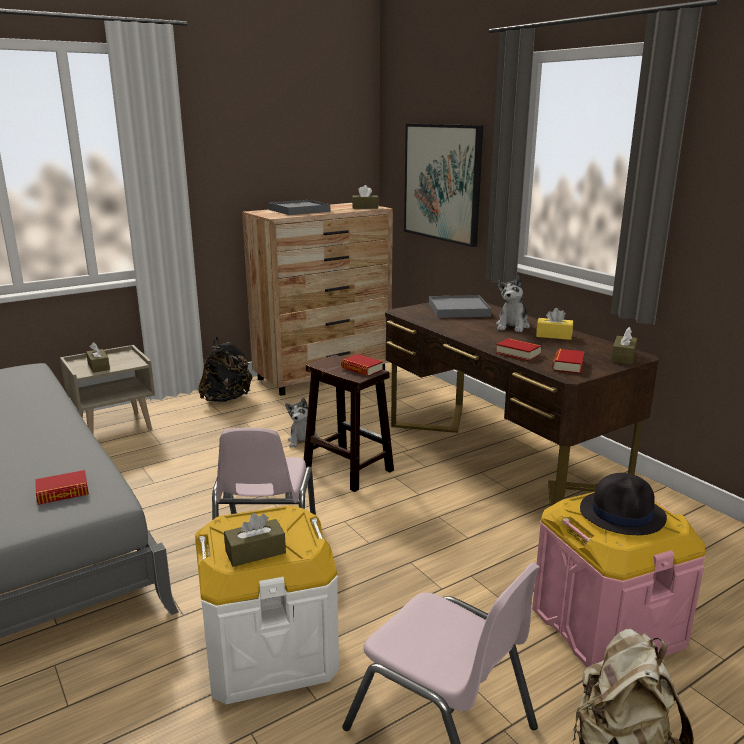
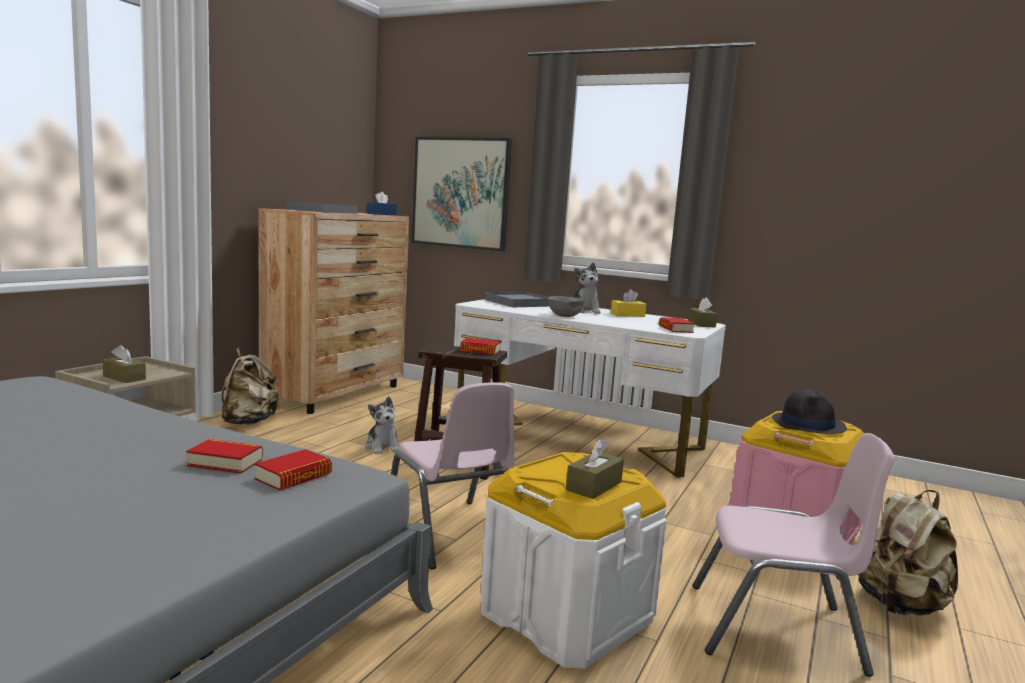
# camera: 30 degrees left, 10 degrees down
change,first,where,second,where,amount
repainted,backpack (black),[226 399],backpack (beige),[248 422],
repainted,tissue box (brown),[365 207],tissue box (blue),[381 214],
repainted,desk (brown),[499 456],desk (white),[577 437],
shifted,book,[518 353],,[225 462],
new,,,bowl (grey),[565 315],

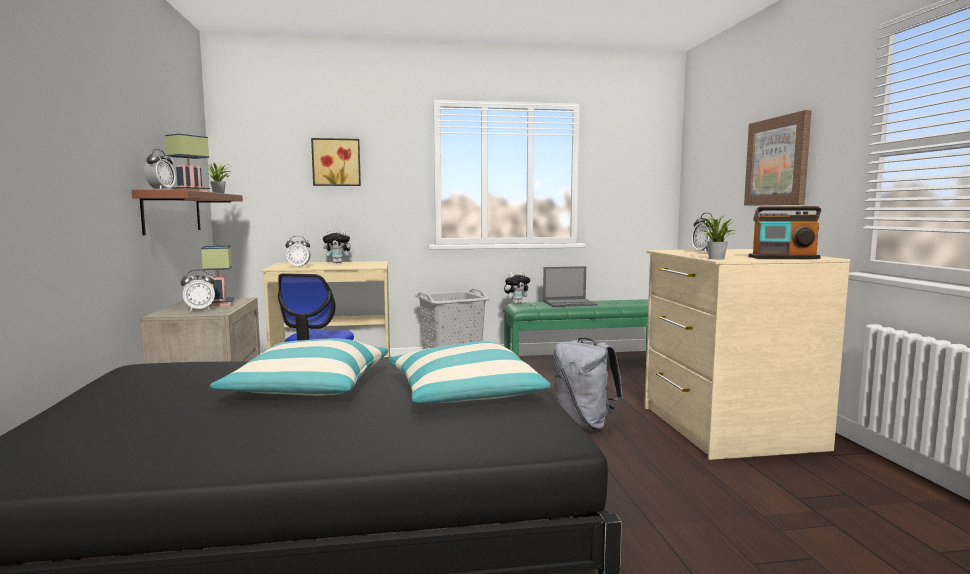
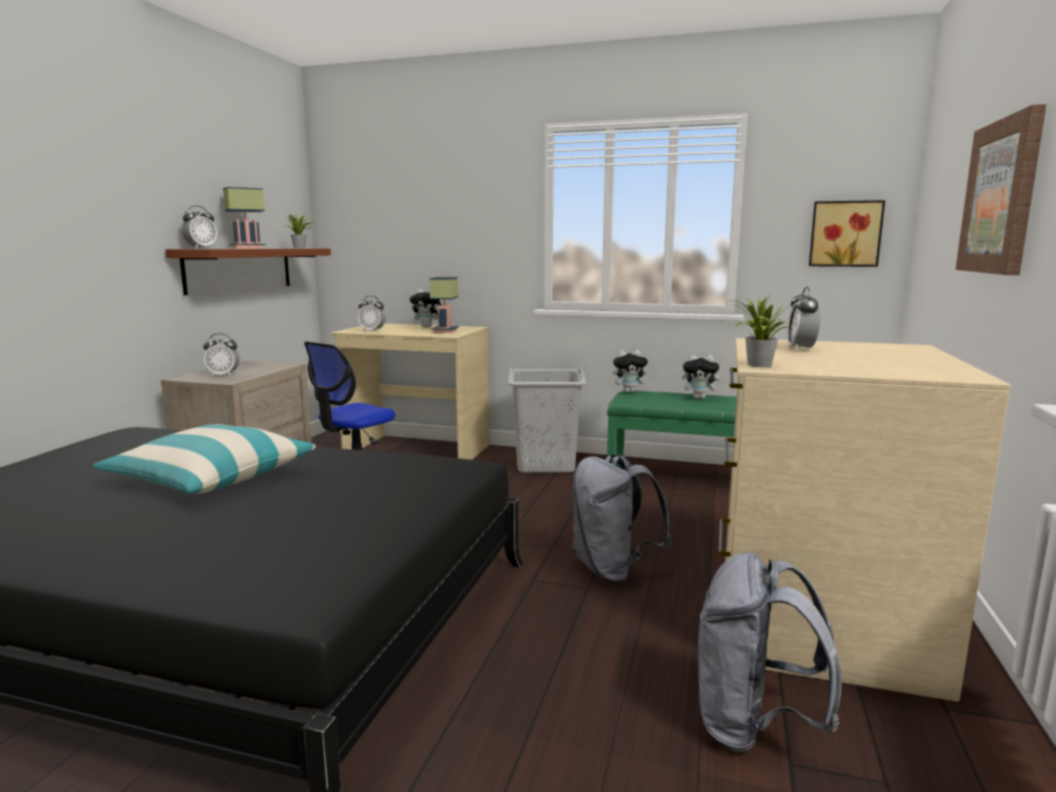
# camera: 25 degrees right, 5 degrees up
change,first,where,second,where,amount
shifted,table lamp,[221 304],,[446 331],
shifted,picture,[336 162],,[845 234],
gone,pillow,[465 393],,,
swapped,laptop,[570 303],plush toy,[700 398],
gone,radio,[783 257],,,
new,,,backpack (grey),[753 727],

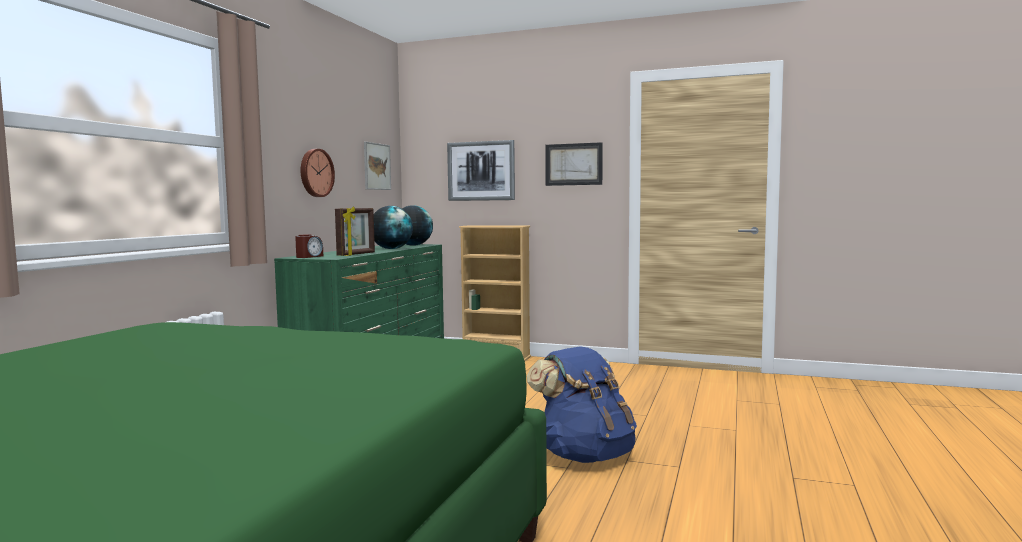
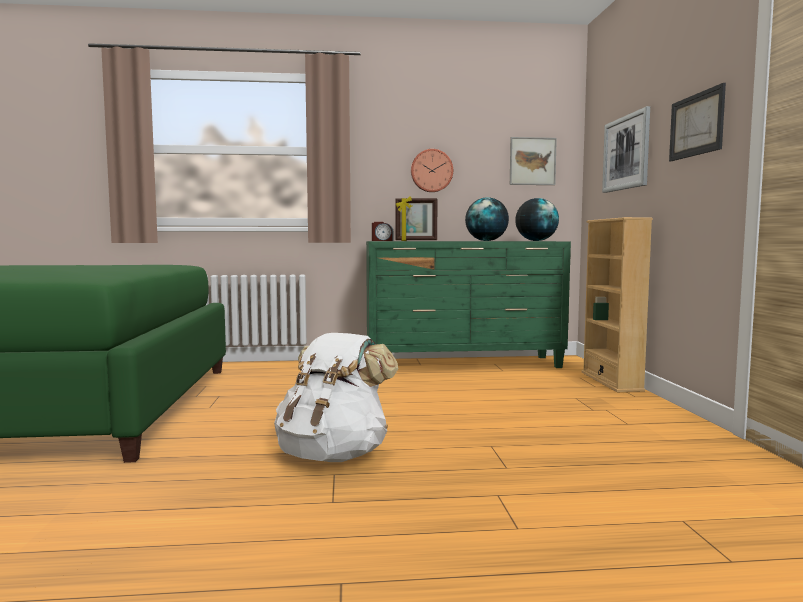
# camera: 65 degrees right, 0 degrees up
change,first,where,second,where,amount
repainted,backpack (blue),[585 455],backpack (white),[334 455],

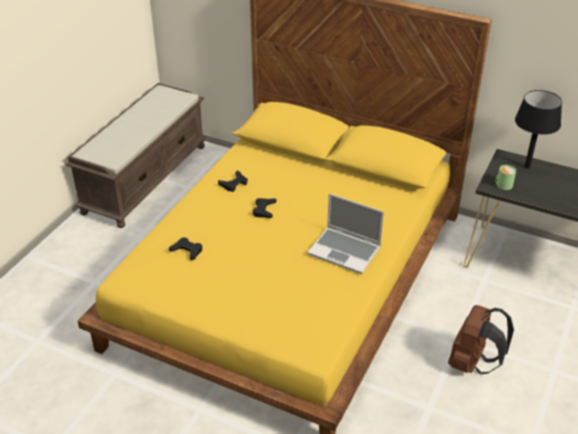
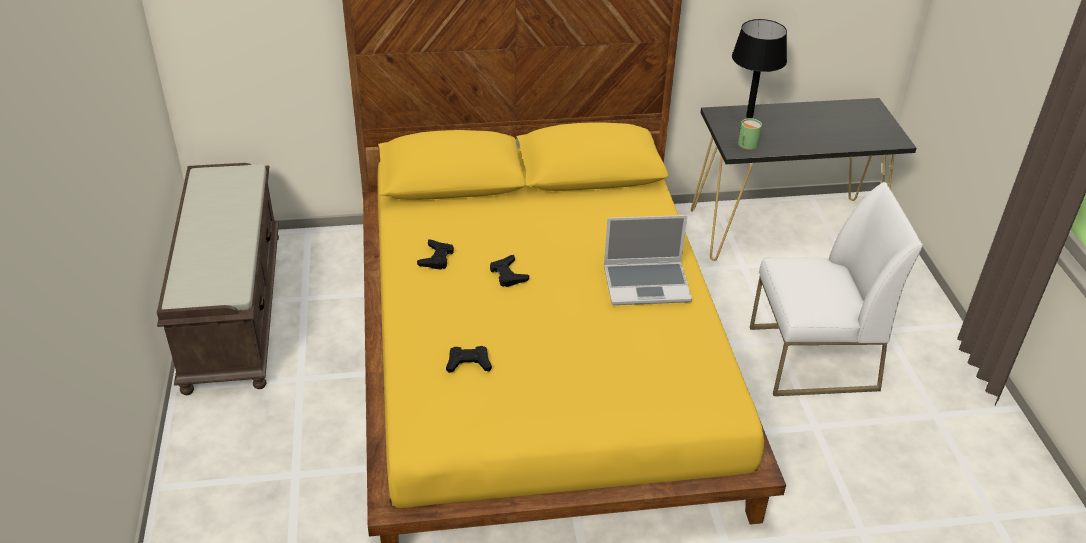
# camera: 35 degrees left, 0 degrees up
change,first,where,second,where,amount
swapped,backpack (brown),[473 363],chair (white),[812 359],

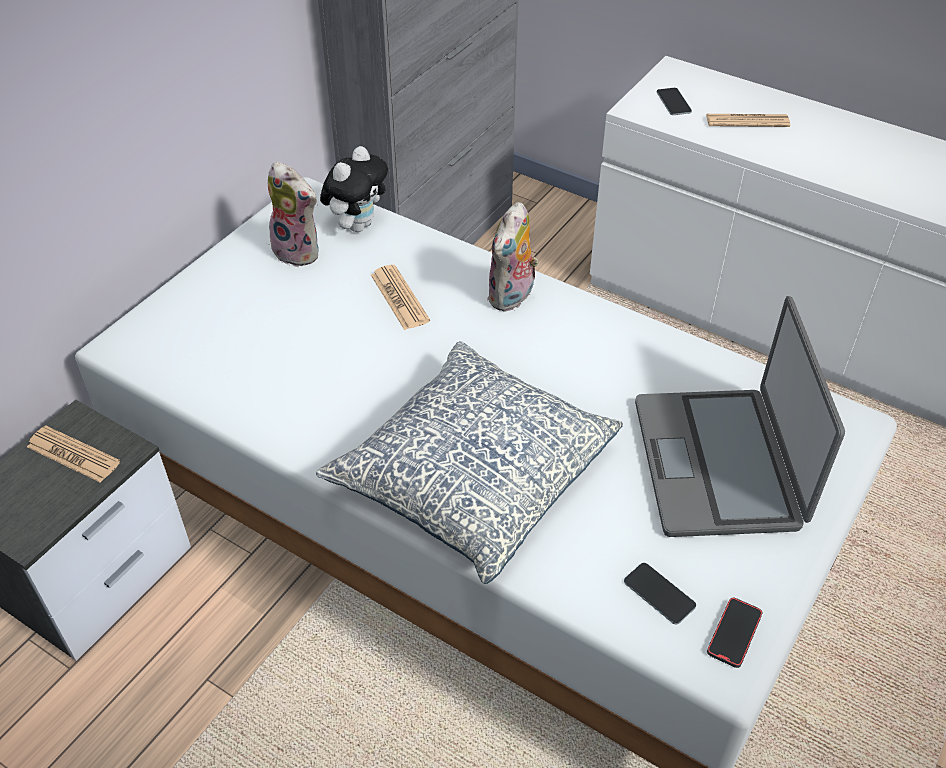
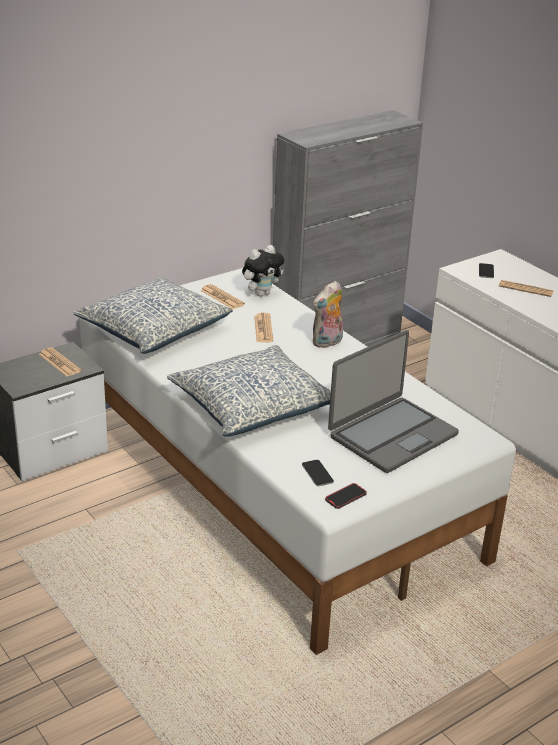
# camera: 20 degrees right, 15 degrees down
change,first,where,second,where,amount
swapped,plush toy,[300 251],newspaper,[222 297],
rotated,laptop,[719 463],,[392 435],150 degrees counterclockwise
new,,,pillow,[154 329],

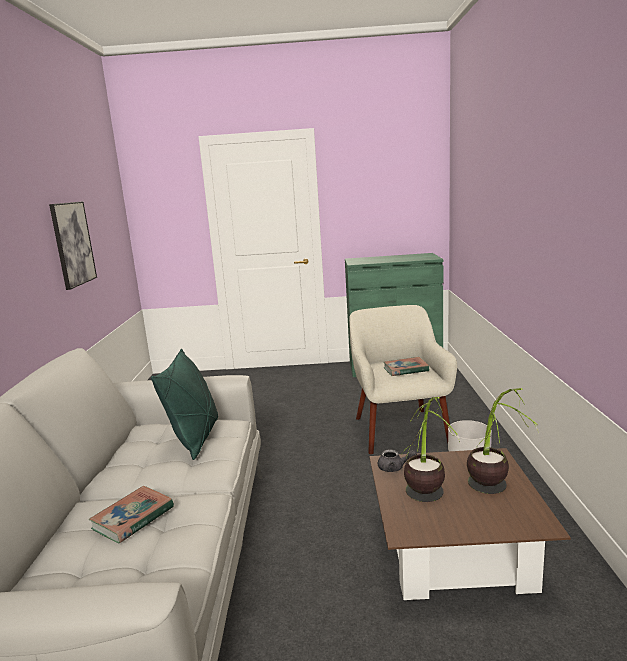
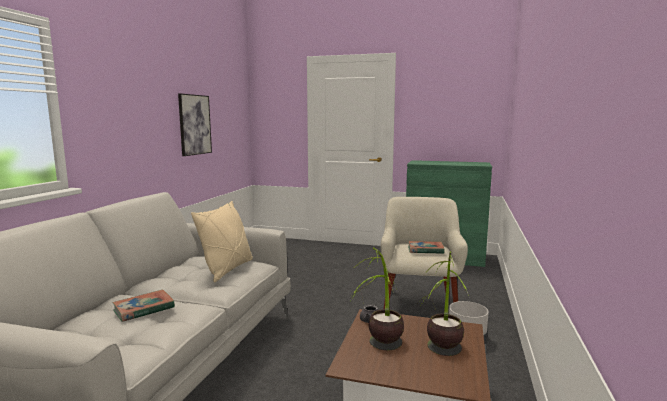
# camera: 15 degrees right, 5 degrees down
change,first,where,second,where,amount
repainted,pillow (green),[195 438],pillow (beige),[227 269],

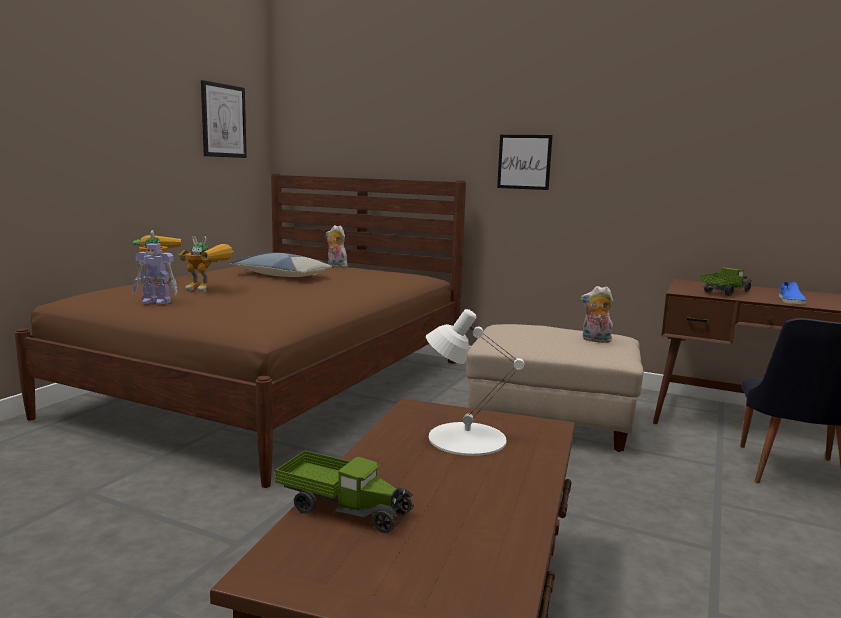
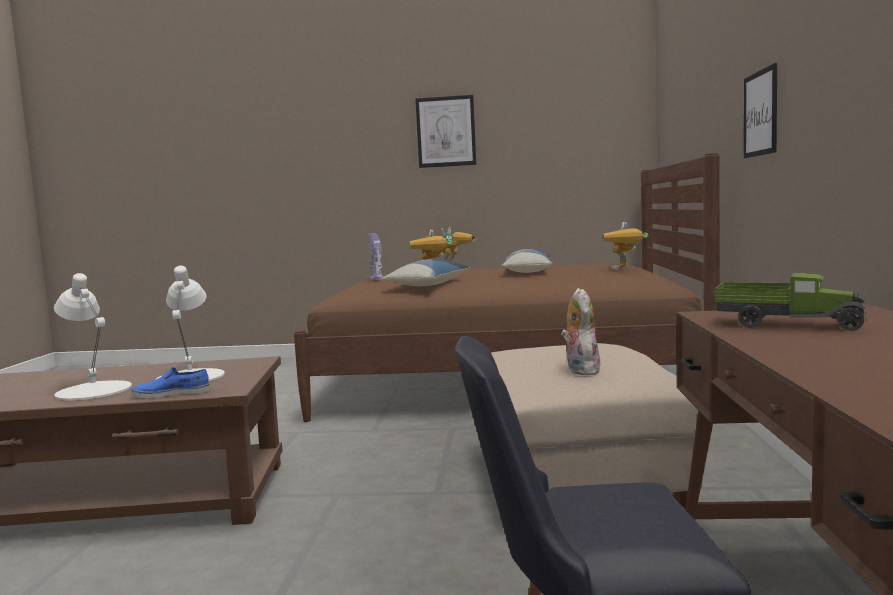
# camera: 70 degrees right, 5 degrees down
change,first,where,second,where,amount
shifted,picture,[223 121],,[446 131],
gone,toy truck,[344 508],,,
swapped,plush toy,[336 266],toy robot,[625 269],
shifted,shoe (blue),[790 301],,[172 393],
new,,,table lamp (white),[94 390],
new,,,pillow,[429 284],

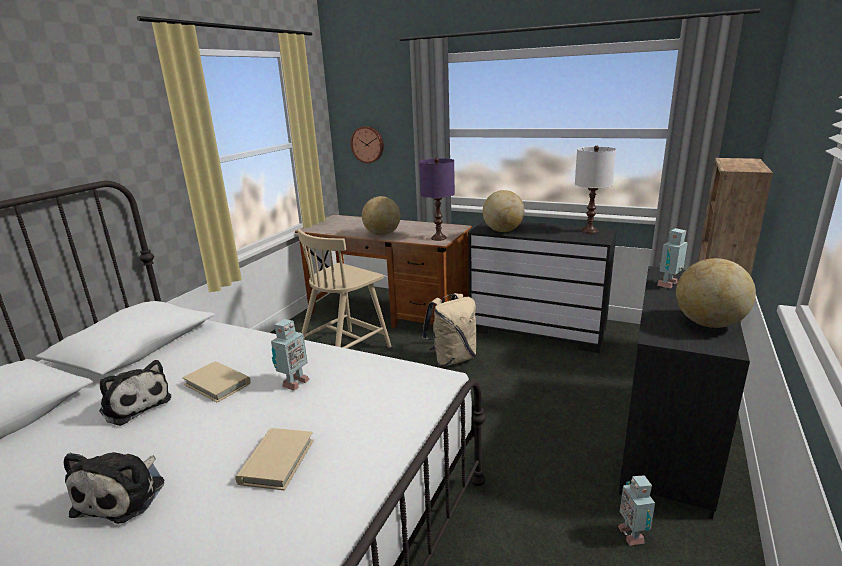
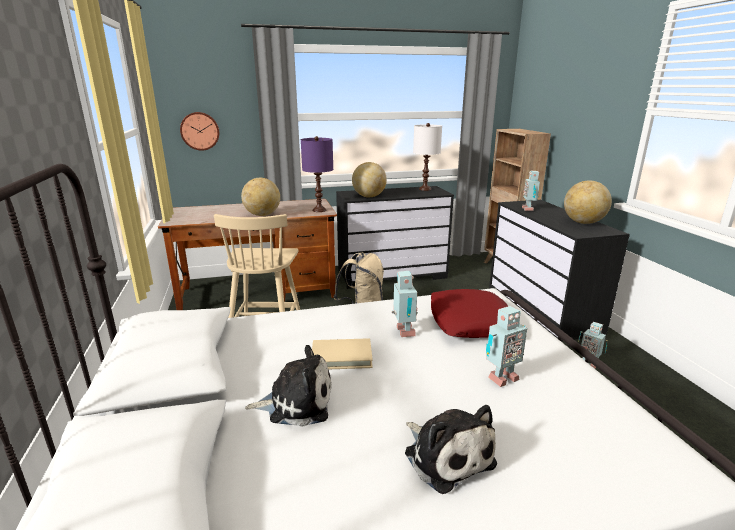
# camera: 40 degrees left, 0 degrees up
change,first,where,second,where,amount
swapped,book (beige),[277 461],toy robot,[501 378],
new,,,pillow (red),[469 321],

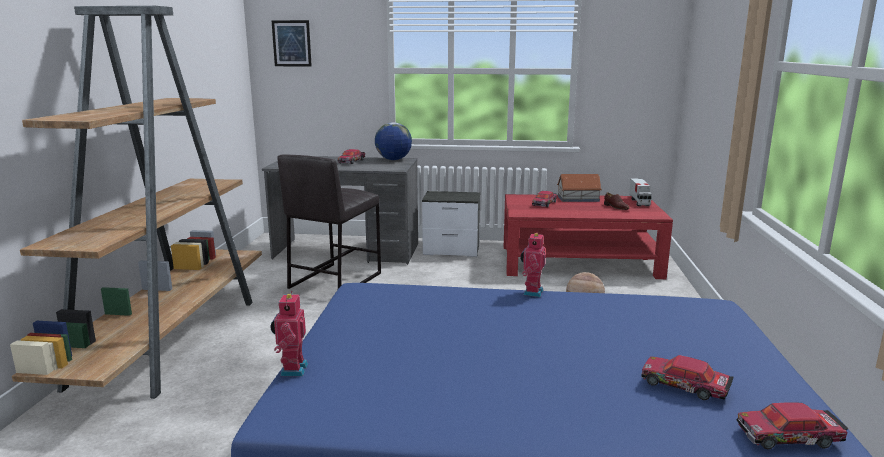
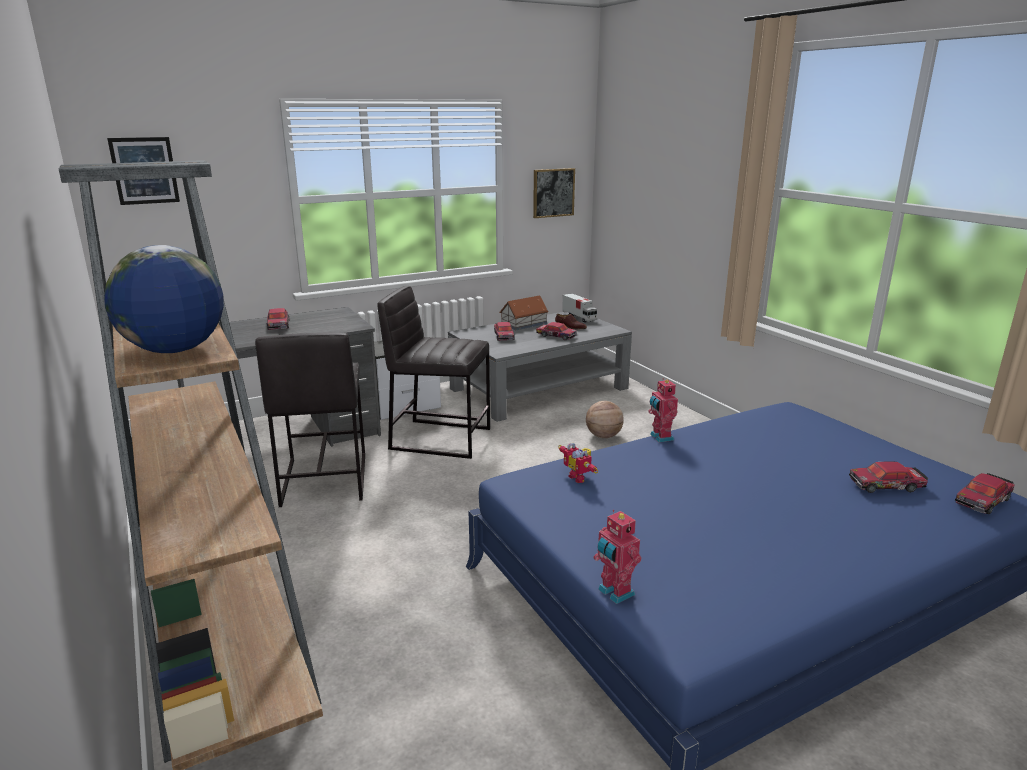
# camera: 35 degrees left, 5 degrees up
change,first,where,second,where,amount
shifted,globe,[393 160],,[175 350],
repainted,coffee table (red),[579 261],coffee table (grey),[539 388],
new,,,stool (grey),[440 438],
new,,,picture,[553 192],
new,,,toy car,[556 336],
new,,,toy robot,[579 477],

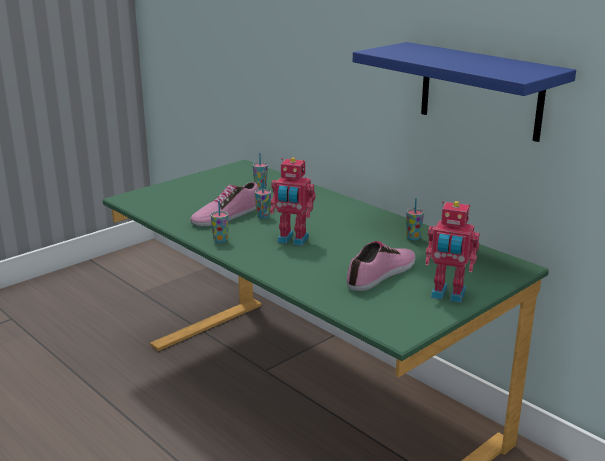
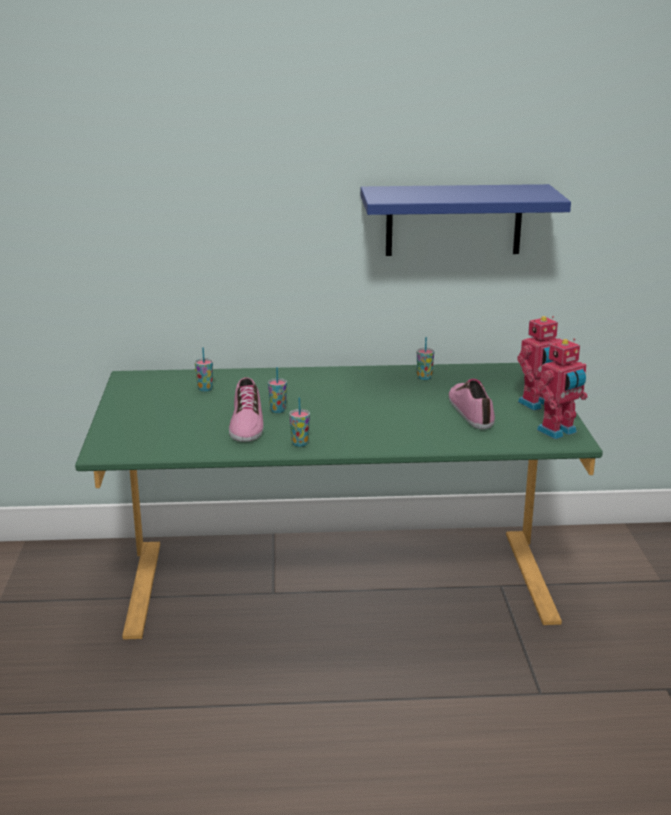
# camera: 50 degrees left, 0 degrees up
change,first,where,second,where,amount
shifted,toy robot,[292 240],,[558 432],

